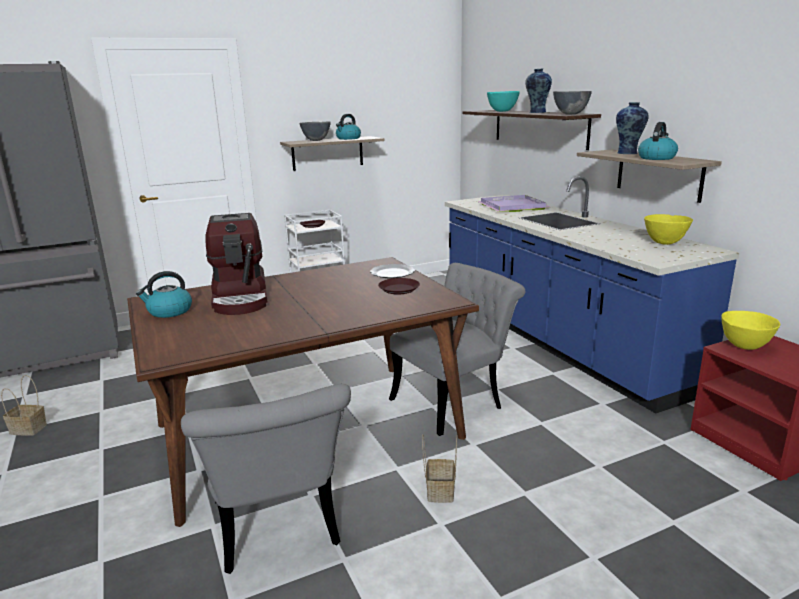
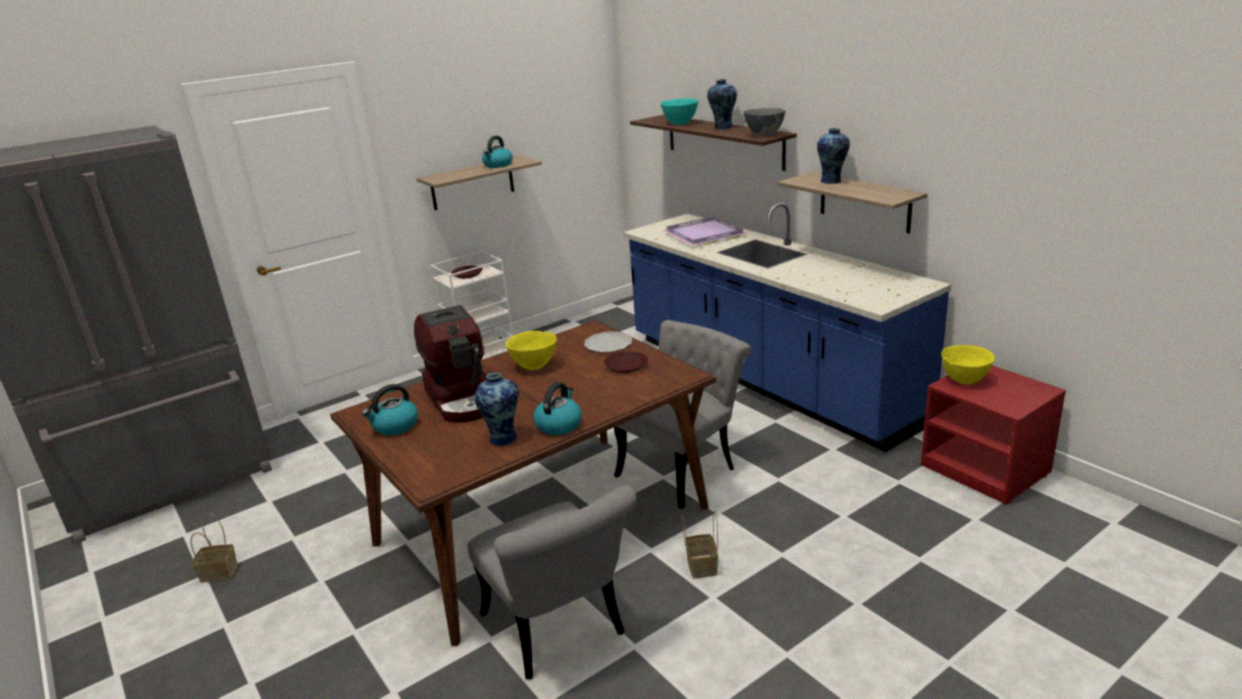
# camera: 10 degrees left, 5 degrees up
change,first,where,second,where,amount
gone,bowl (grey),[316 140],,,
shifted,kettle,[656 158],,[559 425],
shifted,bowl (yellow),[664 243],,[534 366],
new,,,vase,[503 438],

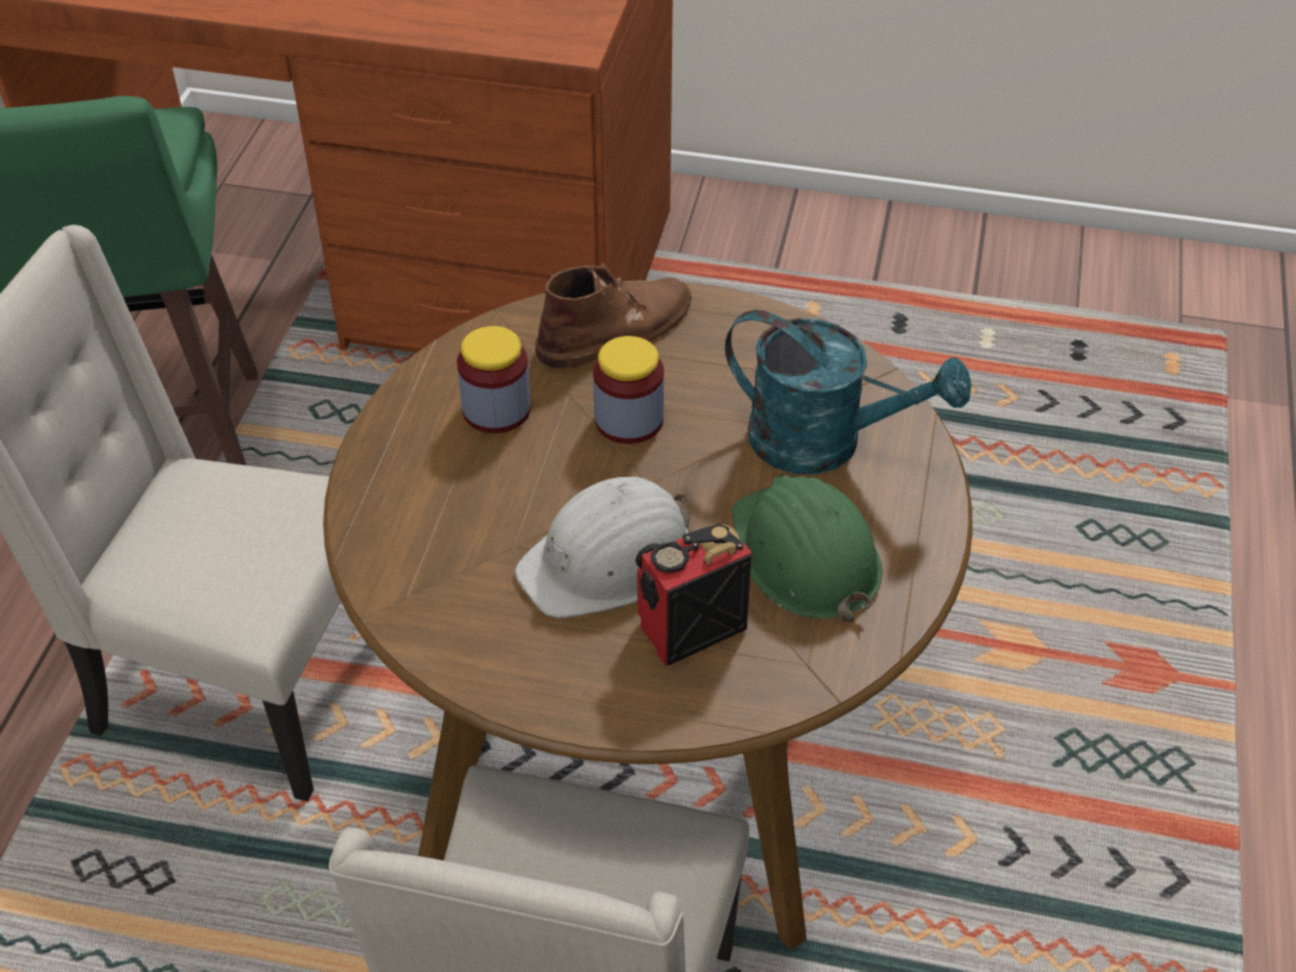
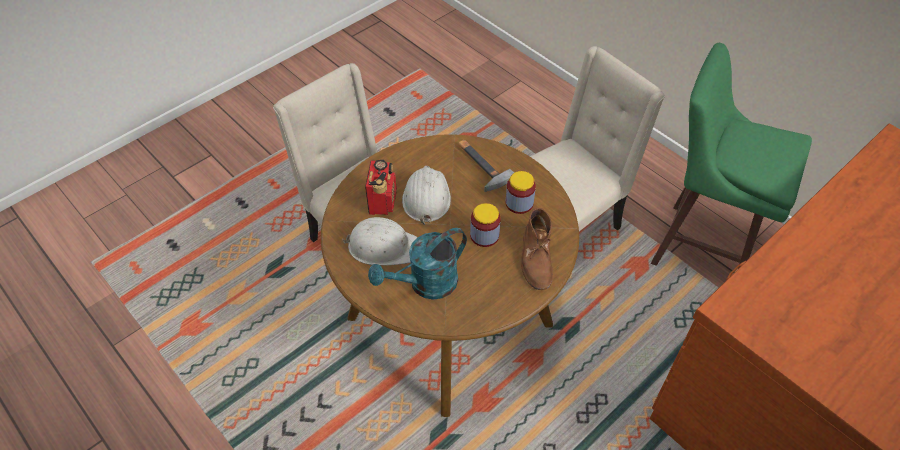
# camera: 125 degrees right, 5 degrees up
change,first,where,second,where,amount
repainted,hard hat (green),[804 556],hard hat (white),[382 246],
new,,,hammer,[480 165],

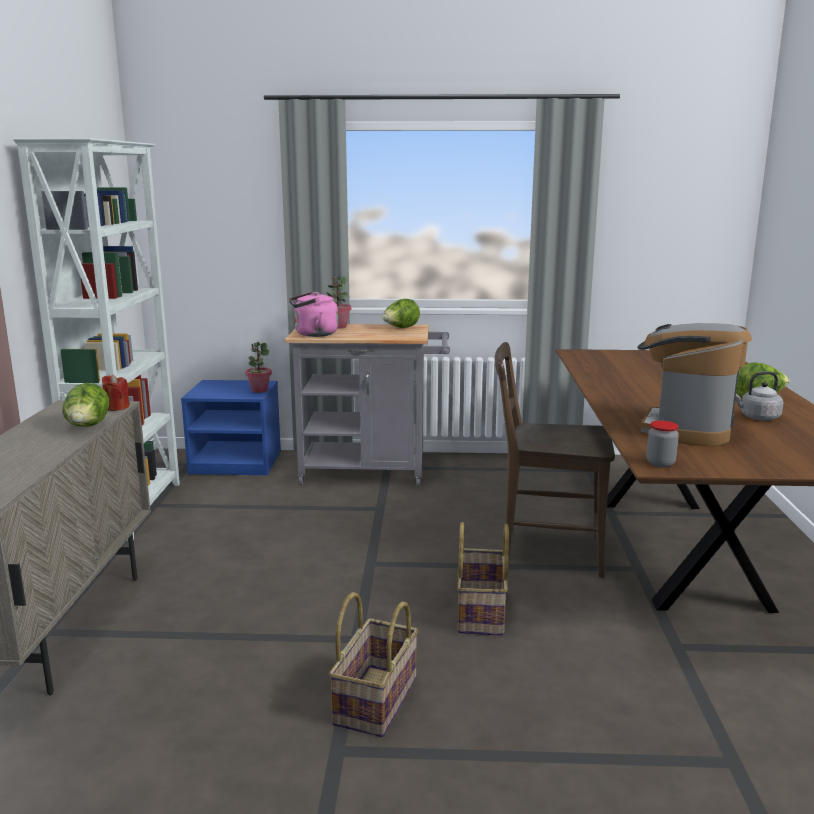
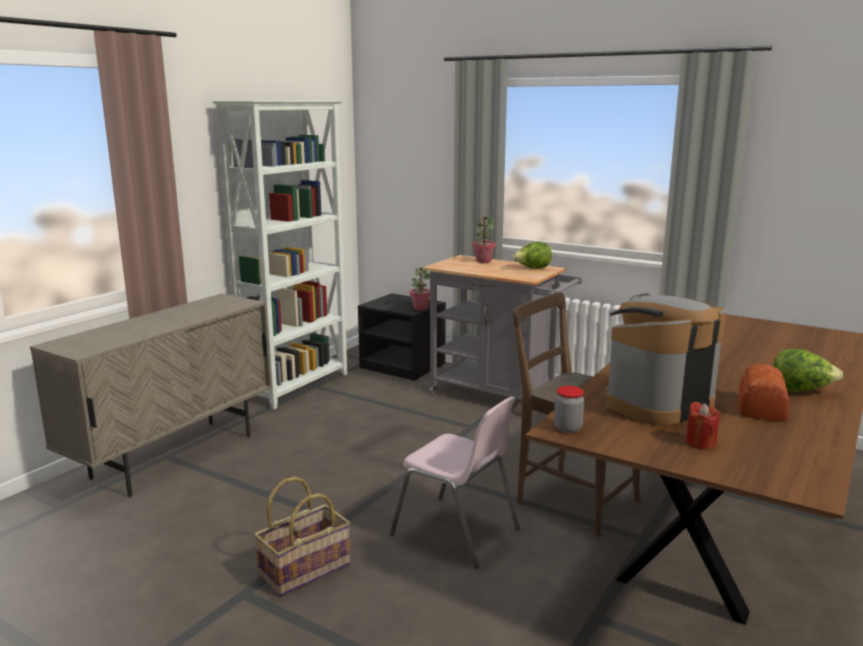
# camera: 30 degrees right, 0 degrees up
change,first,where,second,where,amount
gone,lettuce,[88 427],,,
shifted,candle (red),[117 407],,[700 443],
repainted,nightstand (blue),[237 463],nightstand (black),[404 366],
gone,kettle (pink),[313 334],,,
swapped,basket,[482 612],chair (pink),[457 532],
swapped,kettle (grey),[757 417],bread,[760 408],

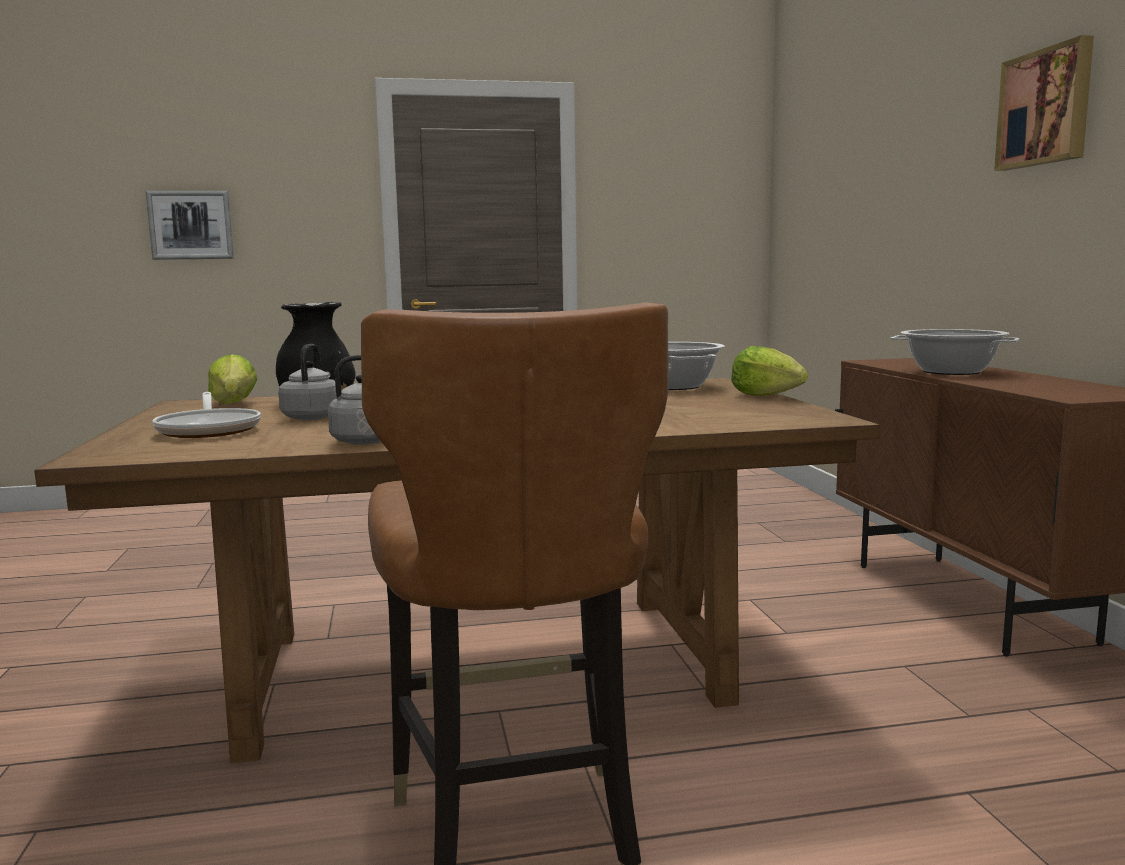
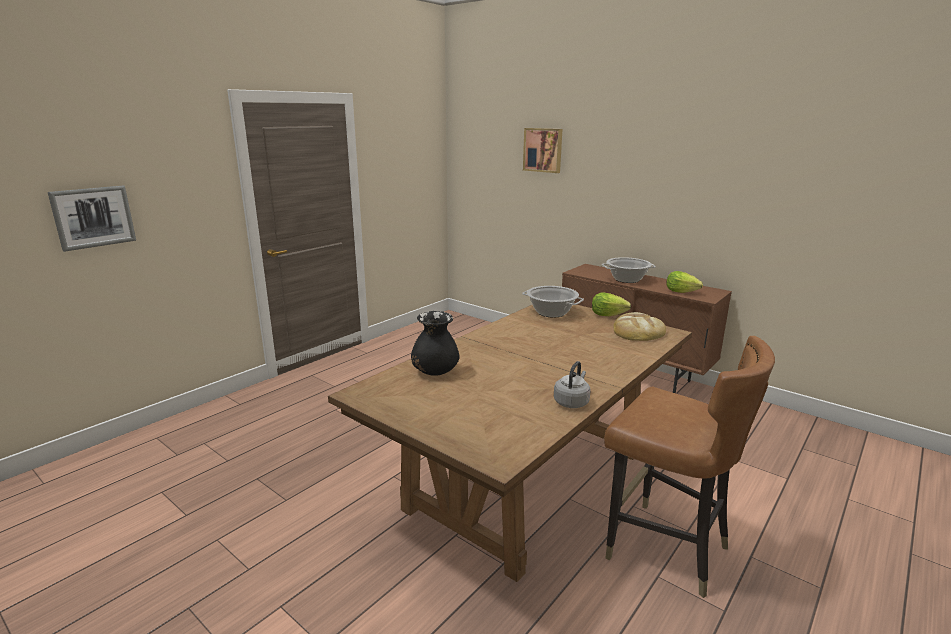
# camera: 40 degrees left, 10 degrees up
change,first,where,second,where,amount
gone,frying pan,[209 429],,,
shifted,lettuce,[234 404],,[681 292],
gone,kettle (grey),[313 417],,,
shifted,picture,[1046 108],,[543 150],
new,,,bread,[638 331],

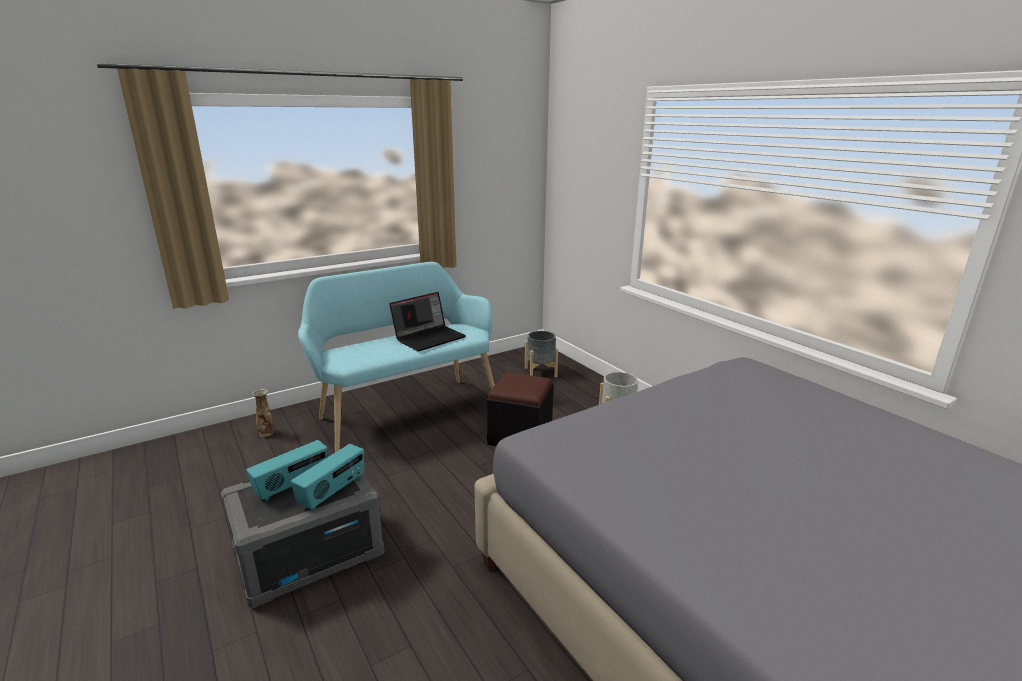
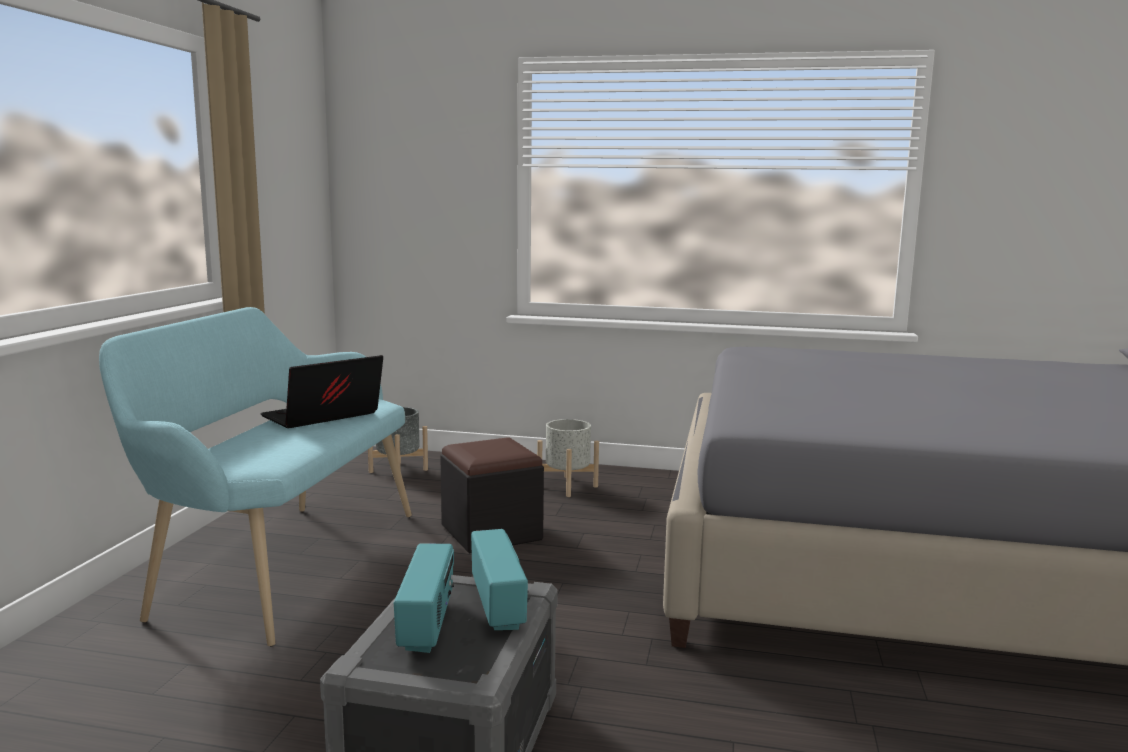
# camera: 45 degrees left, 10 degrees down
change,first,where,second,where,amount
gone,vase,[266 433],,,
rotated,laptop,[429 337],,[322 417],135 degrees counterclockwise

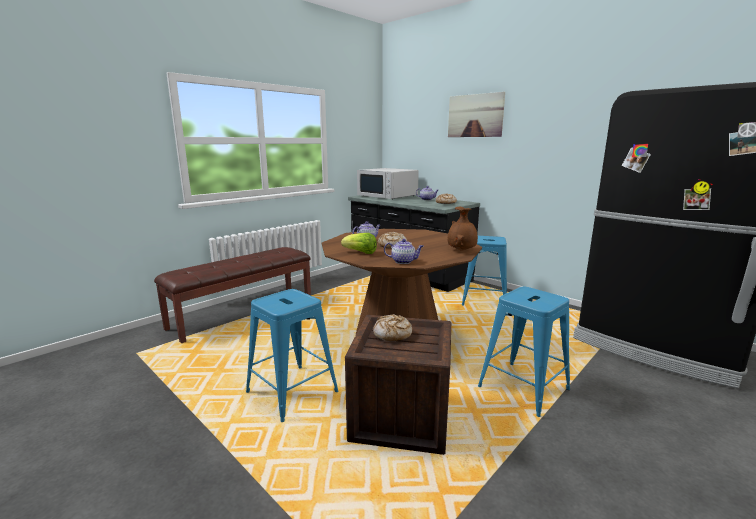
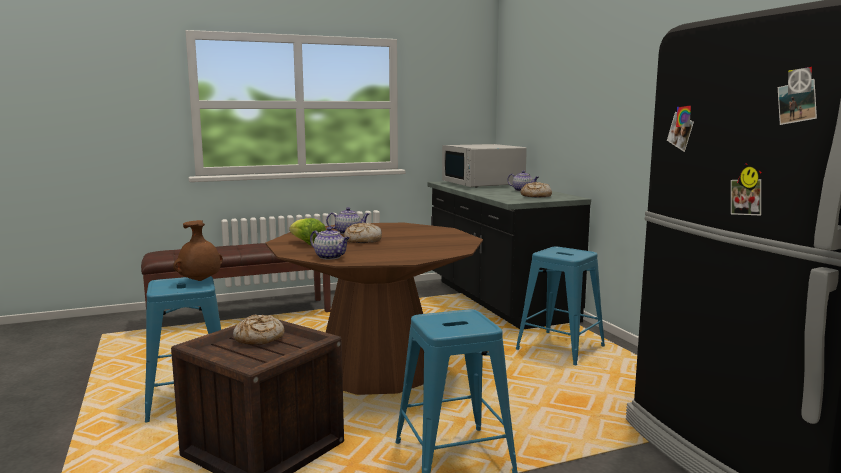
# camera: 25 degrees right, 5 degrees down
change,first,where,second,where,amount
gone,picture,[475 115],,,
shifted,vase (brown),[462 250],,[200 281],

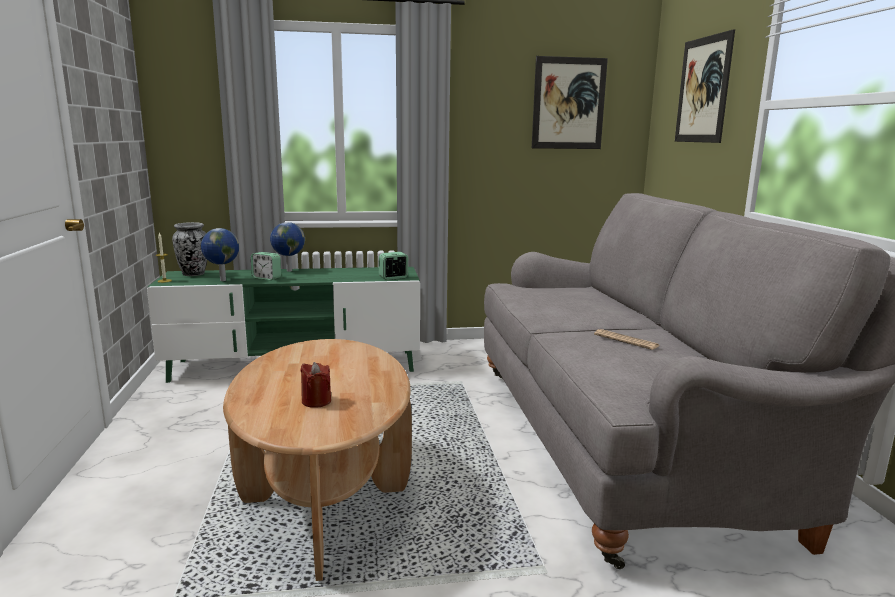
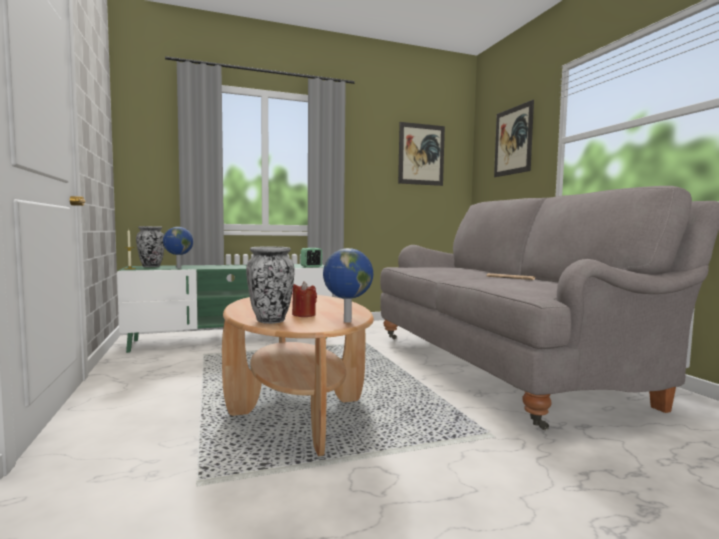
# camera: 10 degrees left, 10 degrees down
change,first,where,second,where,amount
gone,alarm clock,[266 278],,,
shifted,globe,[288 271],,[346 321],
new,,,vase,[271 320],

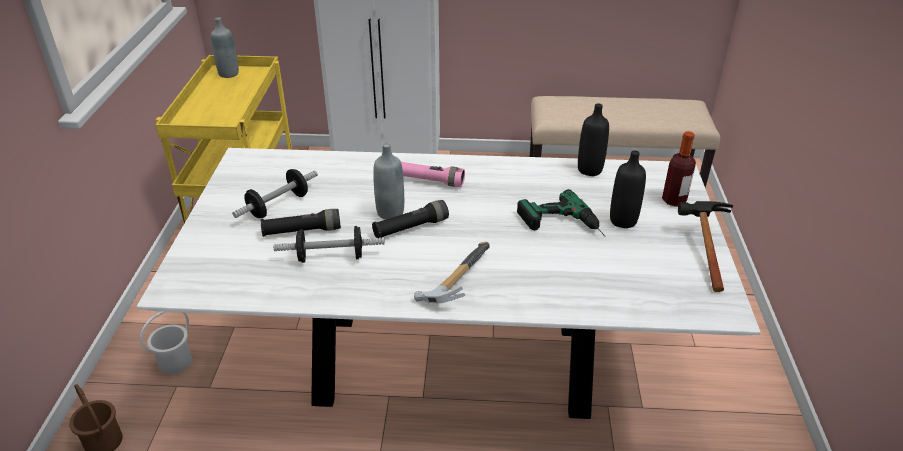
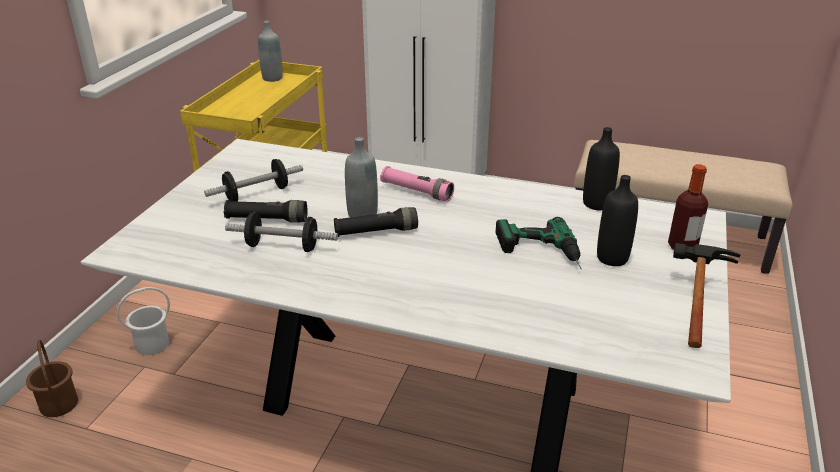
# camera: 15 degrees right, 5 degrees down
change,first,where,second,where,amount
gone,hammer,[454 281],,,

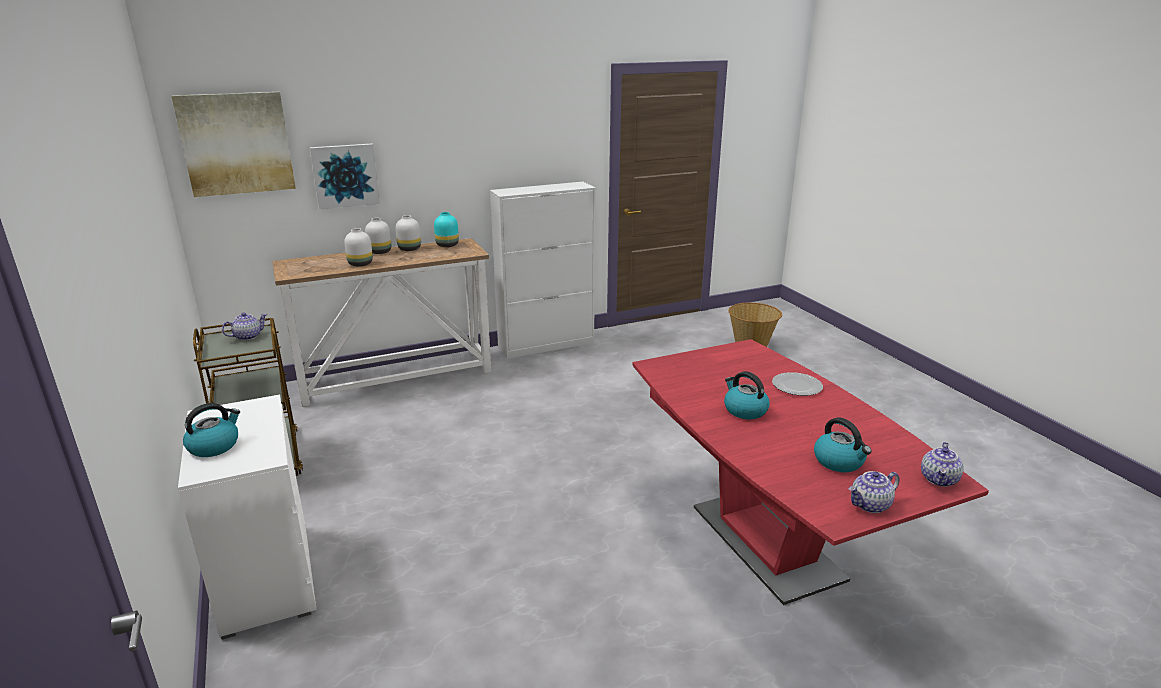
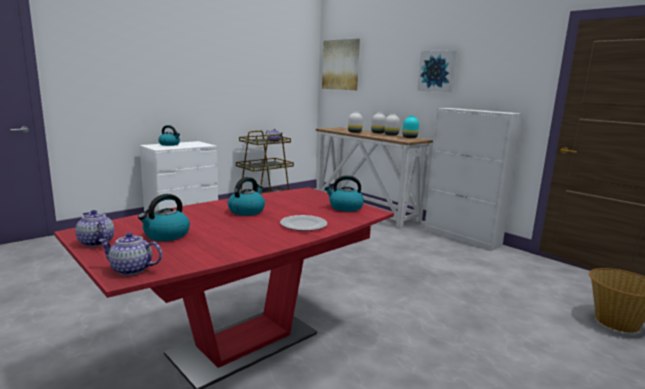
# camera: 70 degrees right, 10 degrees down
change,first,where,second,where,amount
shifted,picture,[345 175],,[437 71],
new,,,kettle,[345 207],

